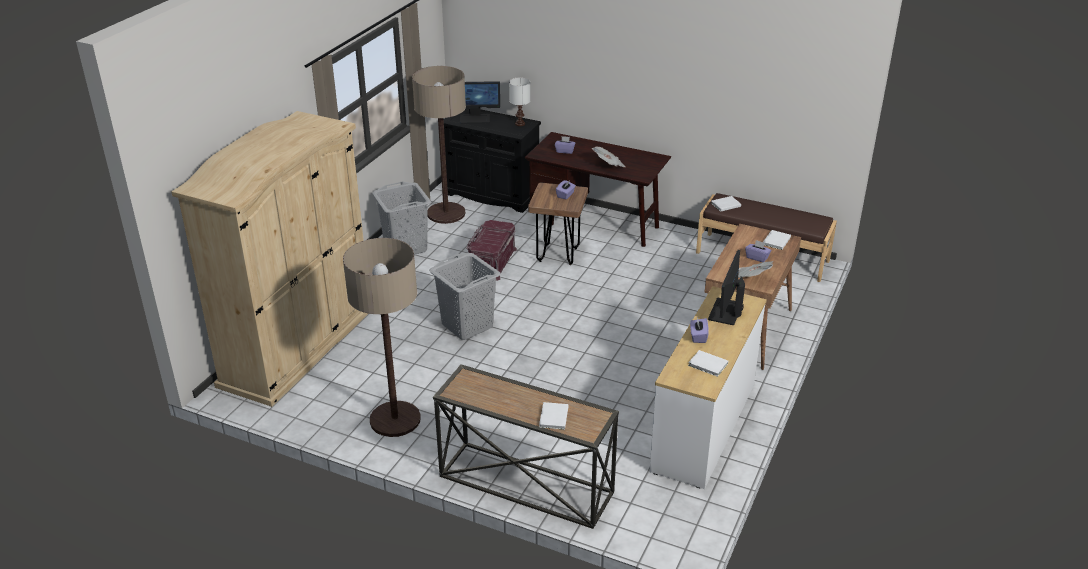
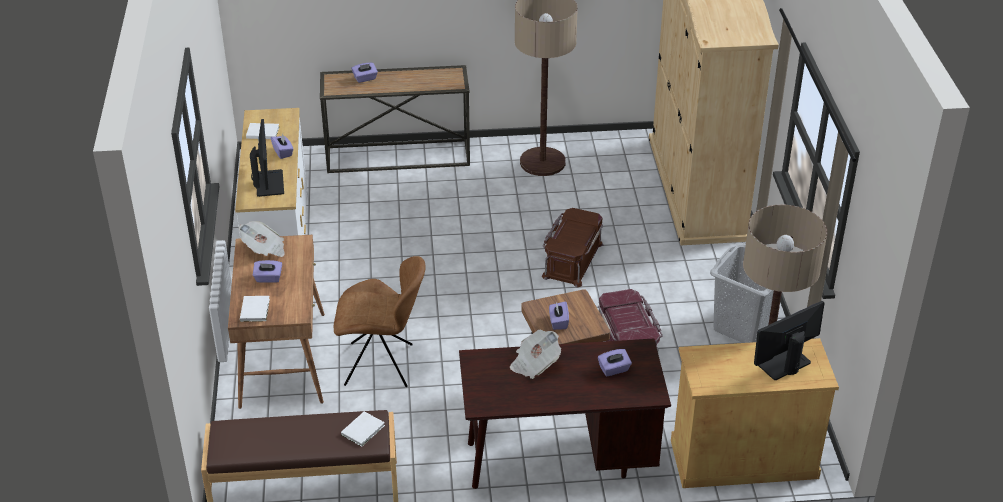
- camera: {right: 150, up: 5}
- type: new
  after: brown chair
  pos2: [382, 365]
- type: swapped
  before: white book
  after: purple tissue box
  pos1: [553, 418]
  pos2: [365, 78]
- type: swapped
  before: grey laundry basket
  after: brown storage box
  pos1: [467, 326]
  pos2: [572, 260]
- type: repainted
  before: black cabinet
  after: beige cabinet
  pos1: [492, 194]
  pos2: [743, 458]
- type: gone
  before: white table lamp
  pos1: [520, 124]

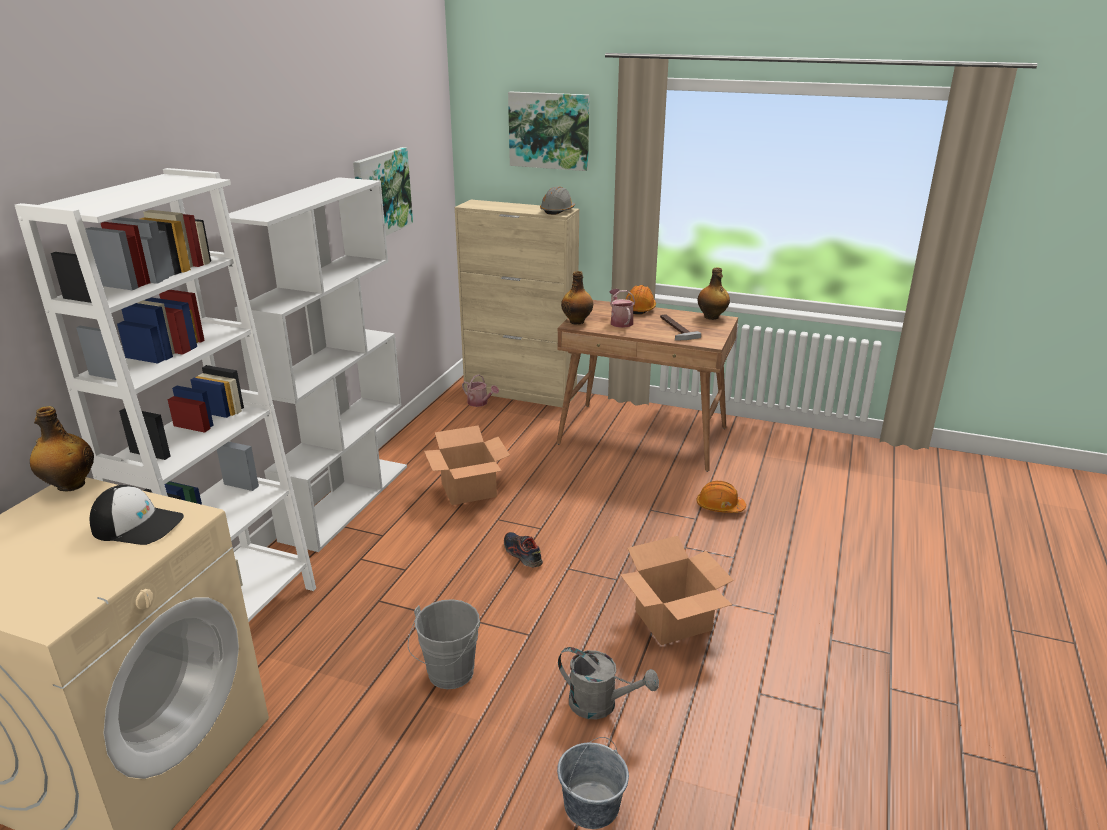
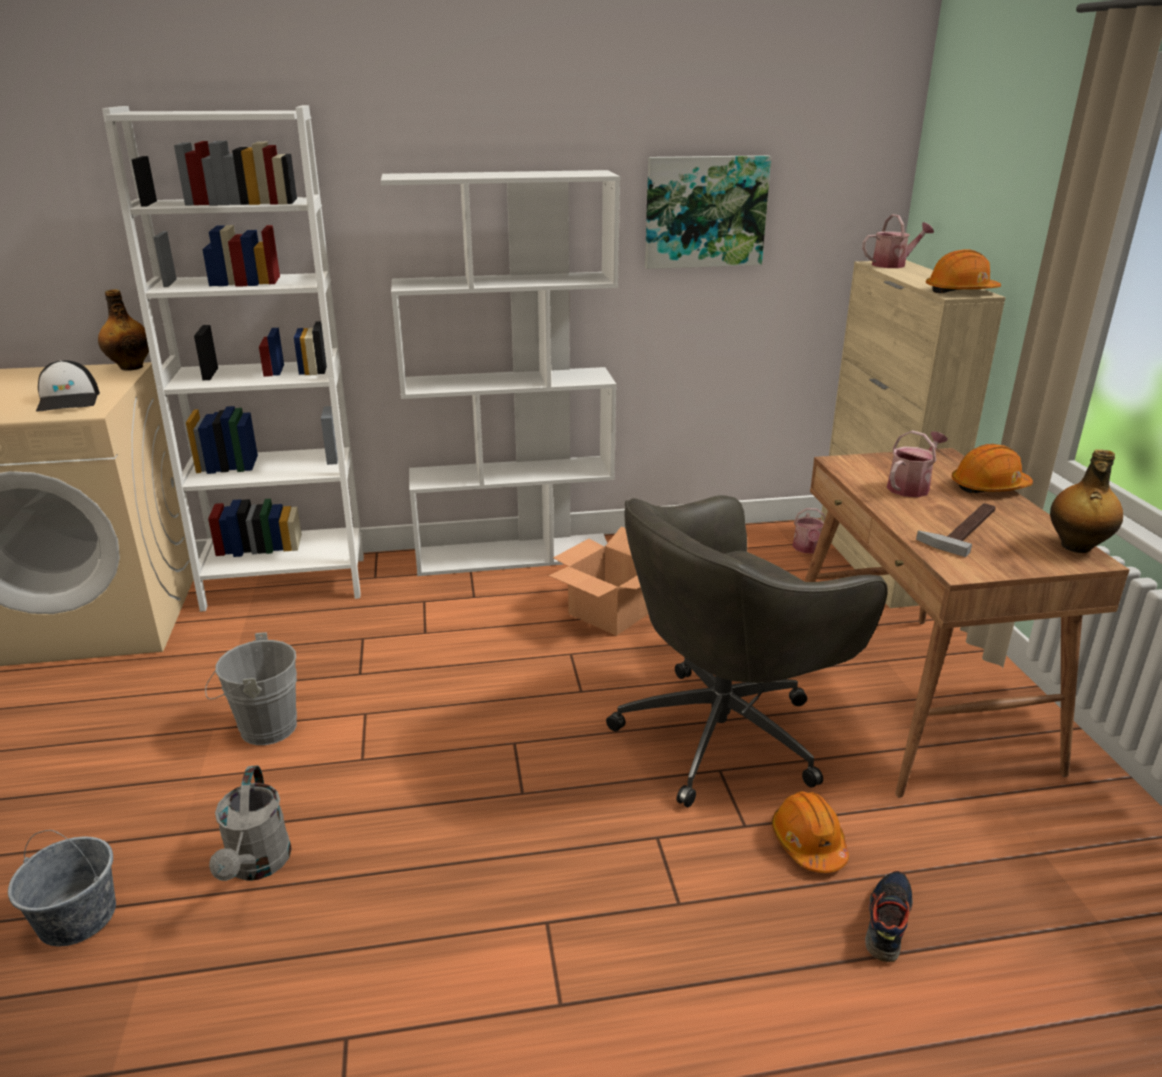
- camera: {right: 60, up: 0}
- type: new
  after: grey office chair
  pos2: [725, 733]
- type: new
  after: watering can
  pos2: [893, 264]
- type: shifted
  before: shoe
  pos1: [522, 554]
  pos2: [887, 921]
- type: repainted
  before: grey hard hat
  after: orange hard hat
  pos1: [557, 211]
  pos2: [960, 291]
- type: gone
  before: picture
  pos1: [549, 130]
- type: gone
  before: bottle
  pos1: [577, 321]
- type: gone
  before: cardboard box
  pos1: [673, 619]

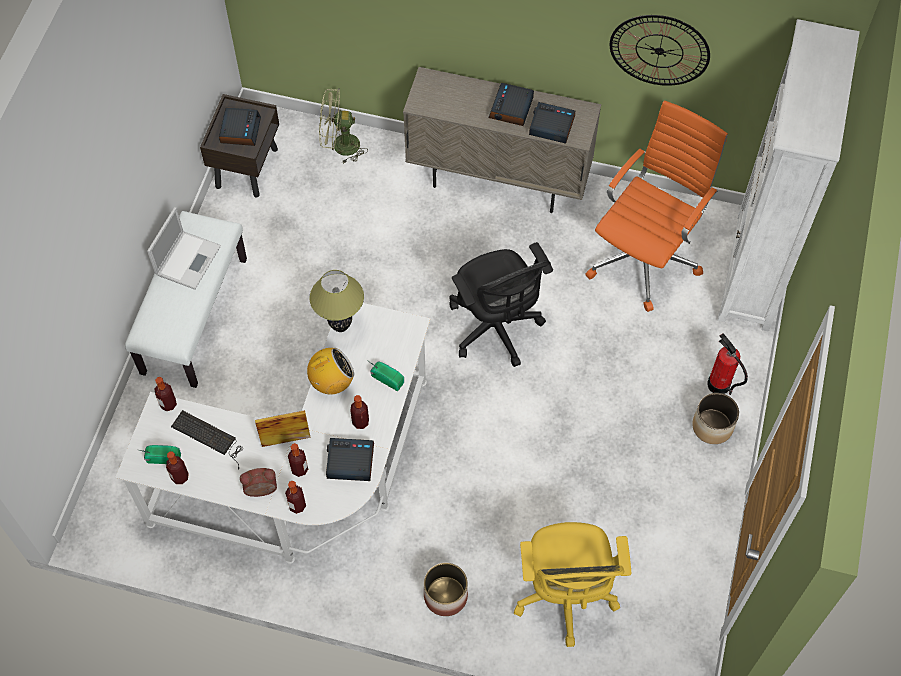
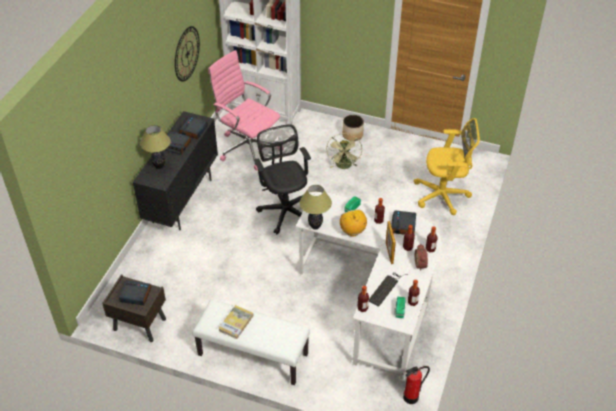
- camera: {right: -85, up: -15}
- type: repainted
  before: beige cabinet
  after: black cabinet
  pos1: [499, 180]
  pos2: [182, 201]
- type: new
  after: table lamp
  pos2: [159, 166]
- type: repainted
  before: orange office chair
  after: pink office chair
  pos1: [645, 256]
  pos2: [248, 147]
- type: swapped
  before: laptop
  after: book
  pos1: [188, 259]
  pos2: [236, 323]
- type: rotated
  before: black office chair
  pos1: [496, 329]
  pos2: [284, 209]
  turn: -90
- type: shifted
  before: green fan
  pos1: [340, 146]
  pos2: [344, 166]
- type: shifted
  before: fire extinguisher
  pos1: [718, 385]
  pos2: [411, 397]
- type: gone
  before: planter
  pos1: [446, 595]

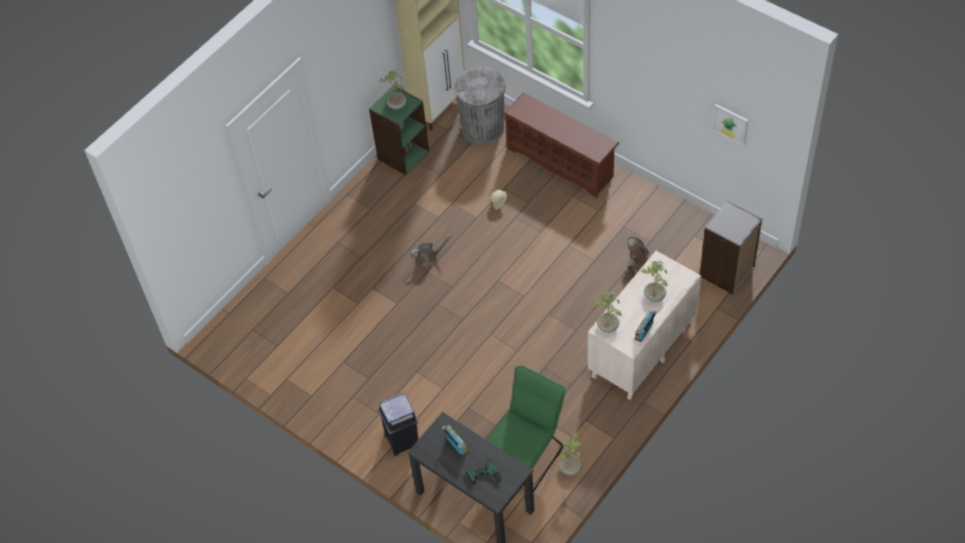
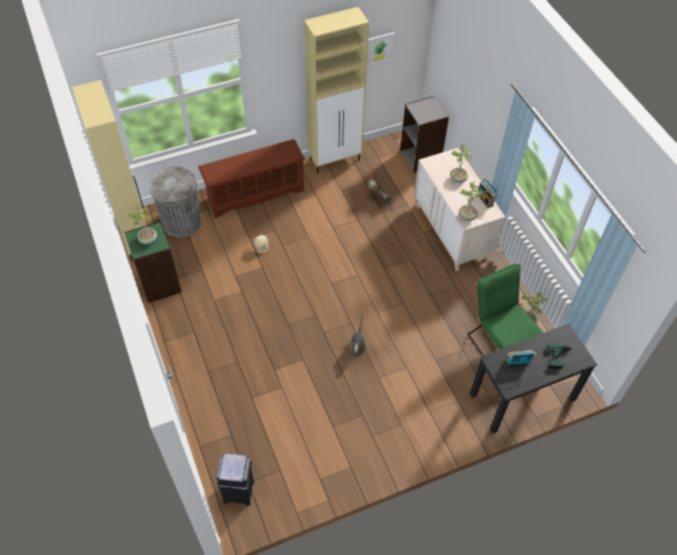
- camera: {right: -65, up: 0}
- type: shifted
  before: black trash can
  pos1: [402, 440]
  pos2: [239, 491]
- type: new
  after: beige cabinet
  pos2: [335, 160]
- type: shifted
  before: brown watering can
  pos1: [429, 258]
  pos2: [357, 346]

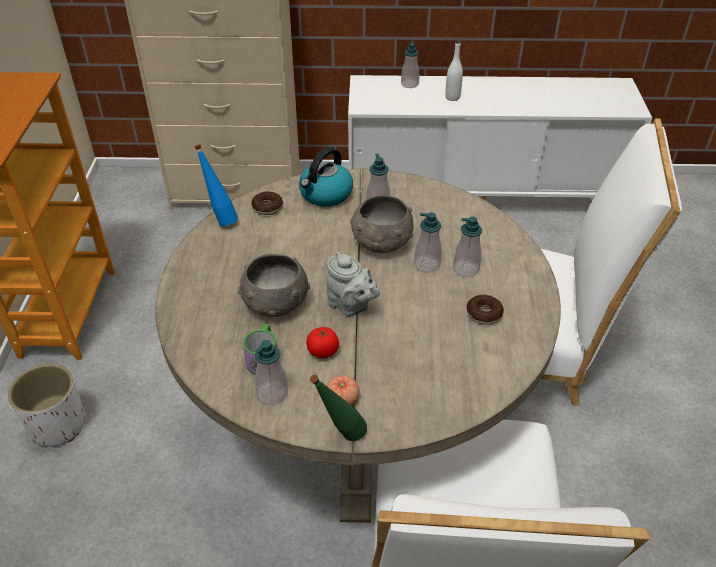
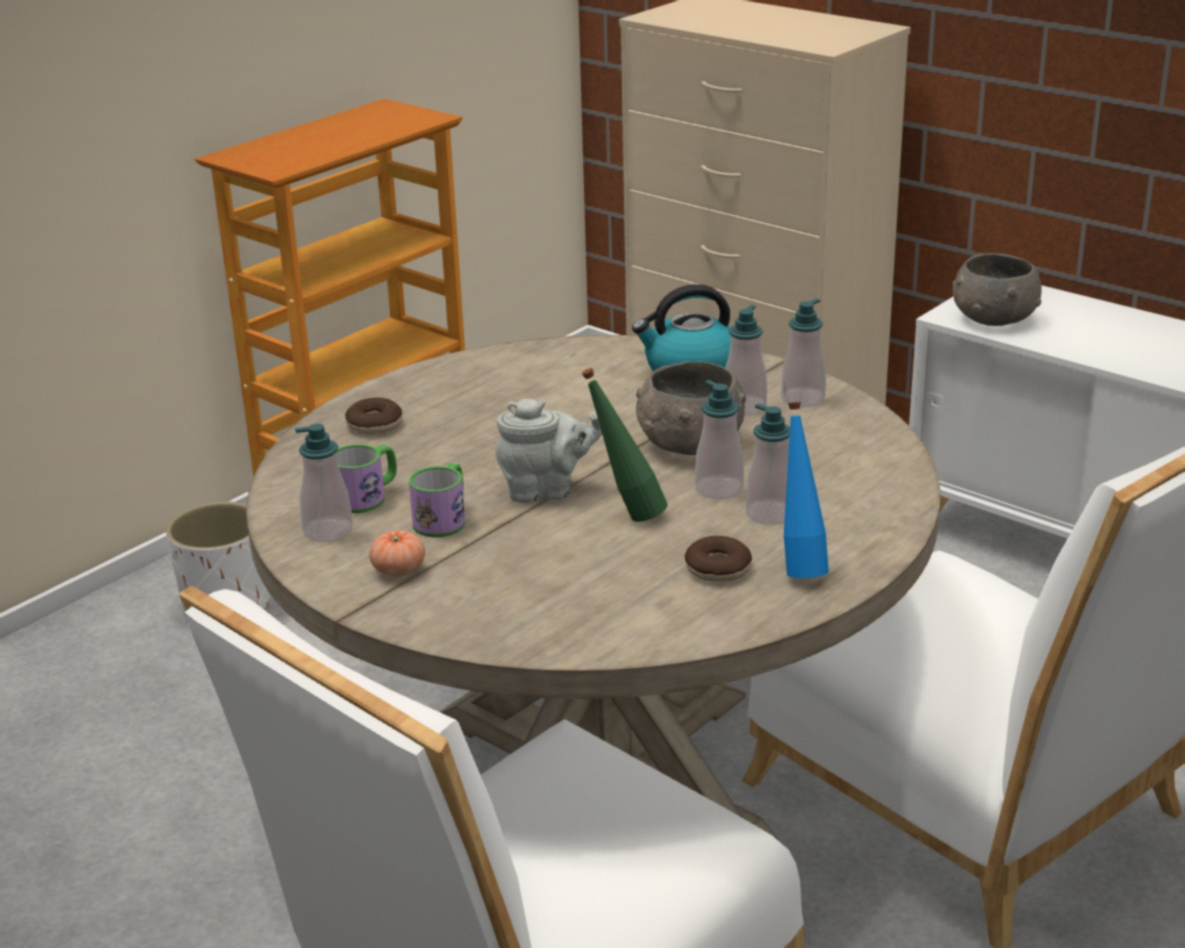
- camera: {right: 40, up: -15}
- type: shifted
  before: donut
  pos1: [267, 207]
  pos2: [374, 425]
- type: swapped
  before: tomato
  after: mug
  pos1: [323, 351]
  pos2: [444, 519]
- type: rotated
  before: grey teapot
  pos1: [351, 306]
  pos2: [546, 491]
  turn: -90
- type: shifted
  before: green bottle
  pos1: [340, 437]
  pos2: [626, 515]
- type: shifted
  before: soap dispenser
  pos1: [409, 84]
  pos2: [803, 399]
- type: shifted
  before: blue bottle
  pos1: [221, 219]
  pos2: [800, 567]
- type: shifted
  before: grey bowl
  pos1: [275, 303]
  pos2: [993, 318]
- type: gone
  before: white bottle
  pos1: [452, 97]

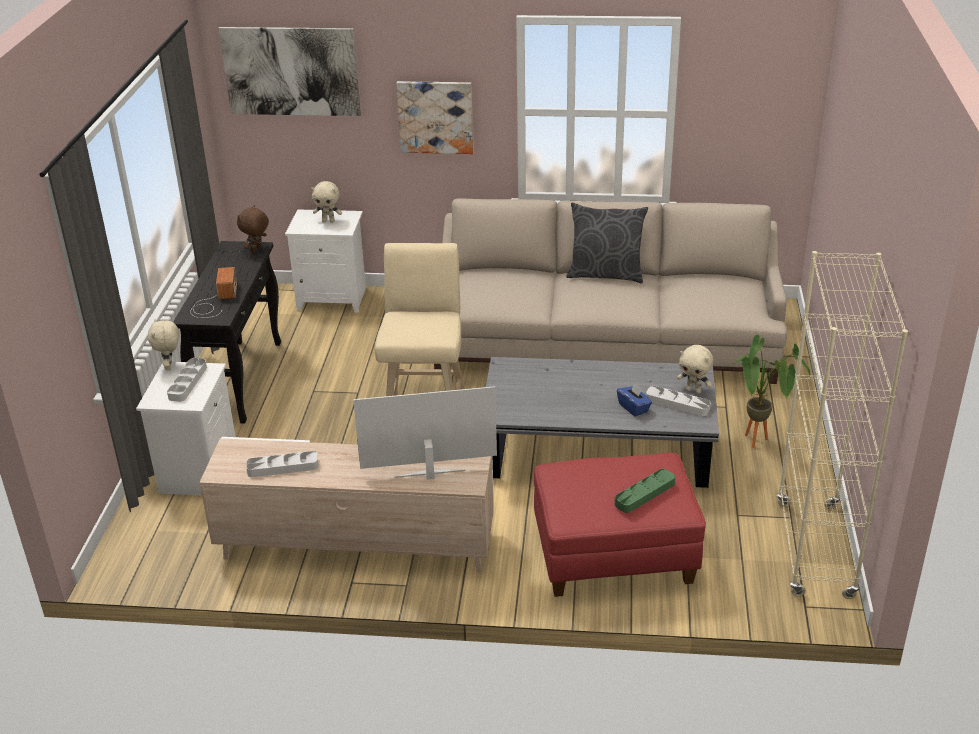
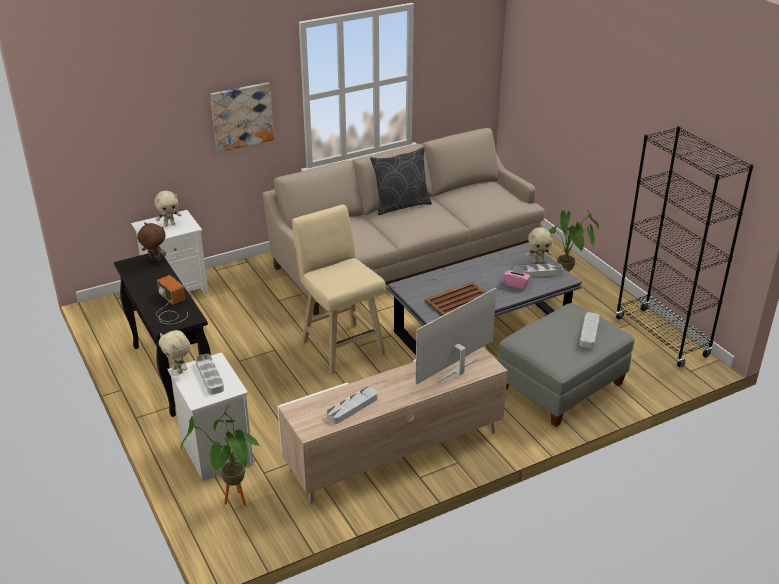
- camera: {right: -35, up: 0}
- type: rotated
  before: brown plush toy
  pos1: [257, 250]
  pos2: [154, 260]
  turn: 120
- type: new
  after: potted plant
  pos2: [233, 504]
- type: new
  after: brown tray
  pos2: [457, 301]
- type: repainted
  before: red ottoman
  after: grey ottoman
  pos1: [614, 555]
  pos2: [560, 387]
- type: repainted
  before: blue tissue box
  after: pink tissue box
  pos1: [633, 408]
  pos2: [516, 284]
- type: repainted
  before: green tray
  after: grey tray
  pos1: [644, 494]
  pos2: [589, 332]
- type: repainted
  before: beige bookcase
  after: black bookcase
  pos1: [814, 550]
  pos2: [661, 337]
- type: gone
  before: picture
  pos1: [291, 71]

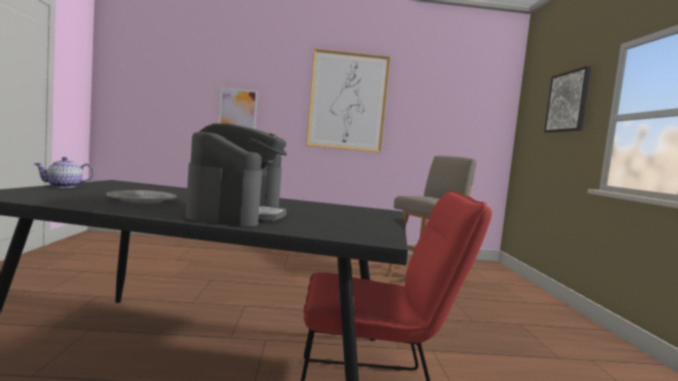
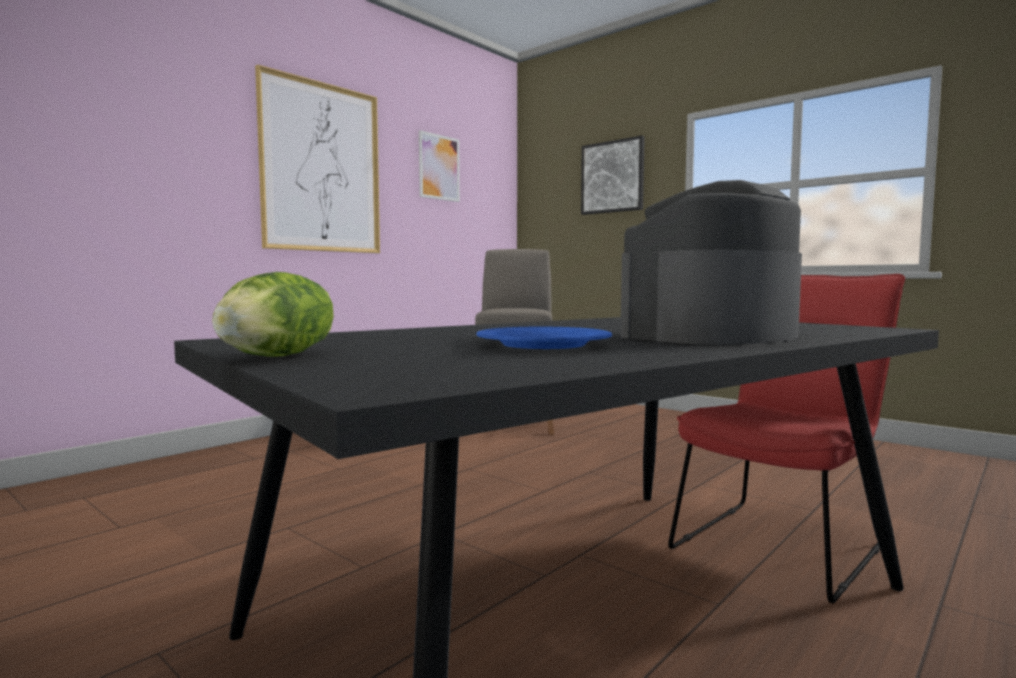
- camera: {right: -45, up: 0}
- type: swapped
  before: teapot
  after: lettuce
  pos1: [63, 186]
  pos2: [279, 356]
- type: shifted
  before: picture
  pos1: [238, 111]
  pos2: [439, 167]
- type: repainted
  before: grey plate
  after: blue plate
  pos1: [141, 200]
  pos2: [543, 345]
- type: rotated
  before: coffee machine
  pos1: [237, 214]
  pos2: [710, 335]
  turn: -90

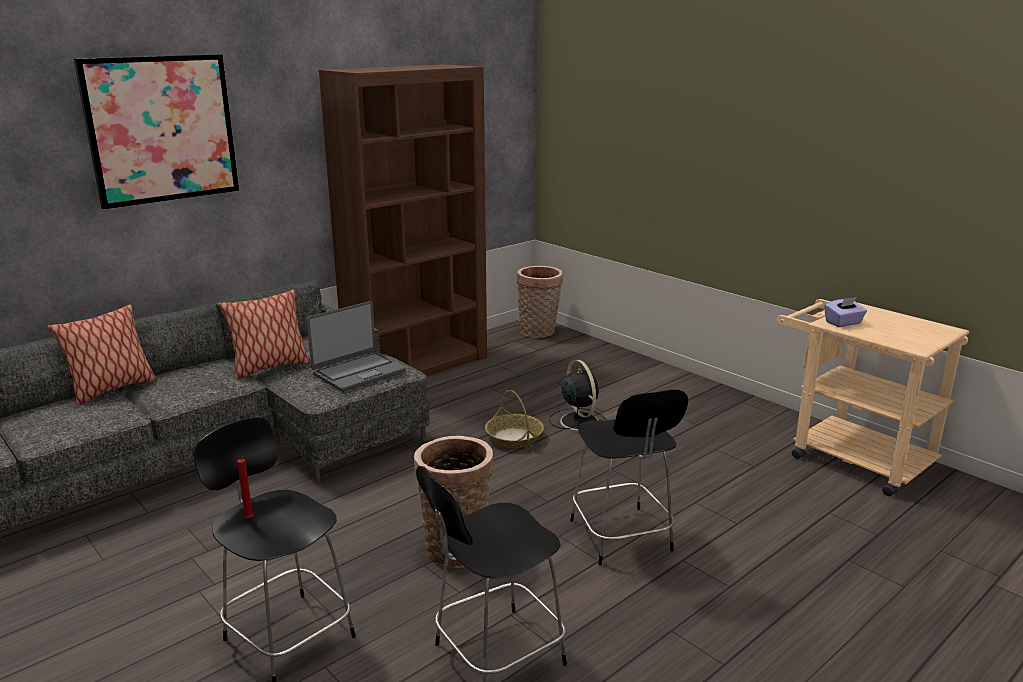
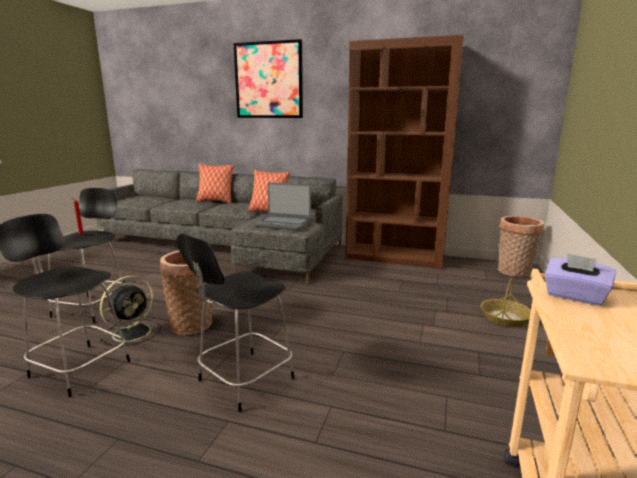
- camera: {right: 60, up: -5}
- type: shifted
  before: black fan
  pos1: [578, 421]
  pos2: [133, 332]
- type: shifted
  before: basket
  pos1: [514, 438]
  pos2: [505, 318]

